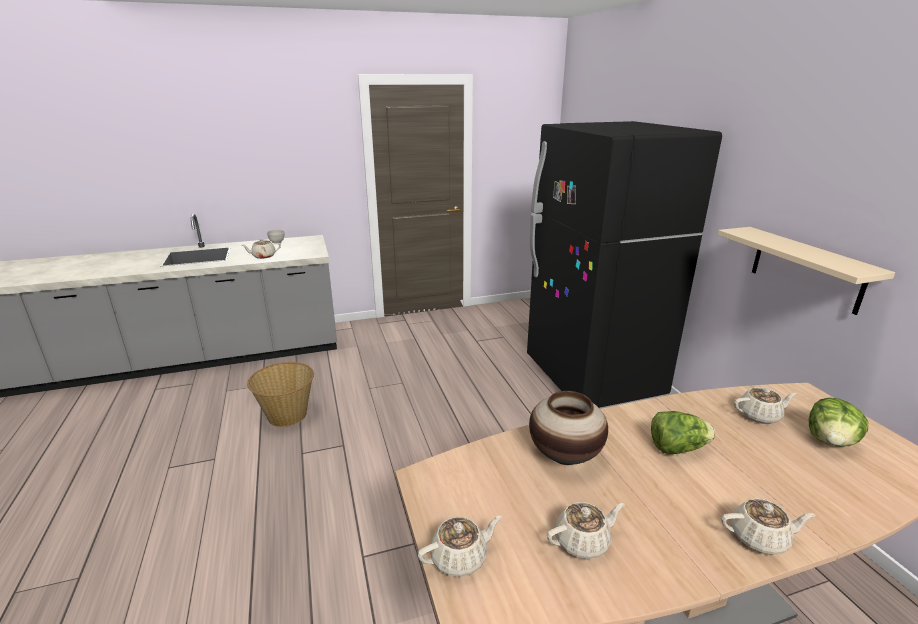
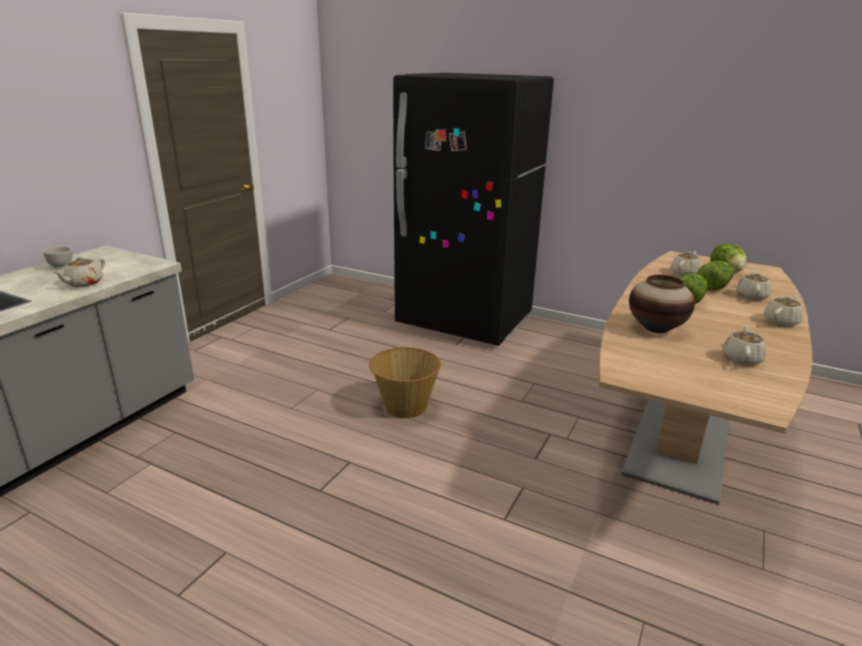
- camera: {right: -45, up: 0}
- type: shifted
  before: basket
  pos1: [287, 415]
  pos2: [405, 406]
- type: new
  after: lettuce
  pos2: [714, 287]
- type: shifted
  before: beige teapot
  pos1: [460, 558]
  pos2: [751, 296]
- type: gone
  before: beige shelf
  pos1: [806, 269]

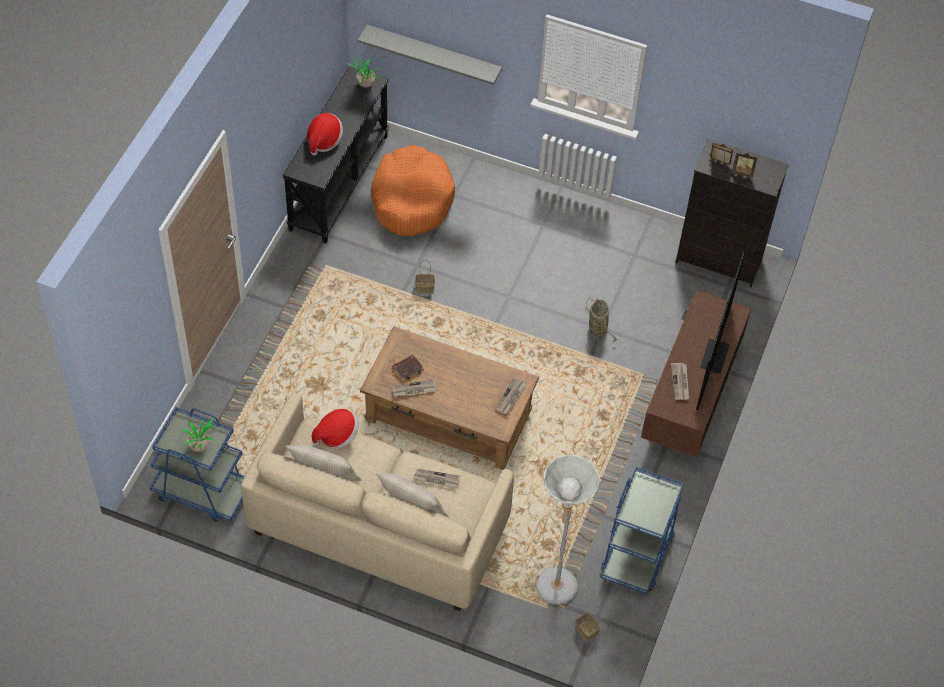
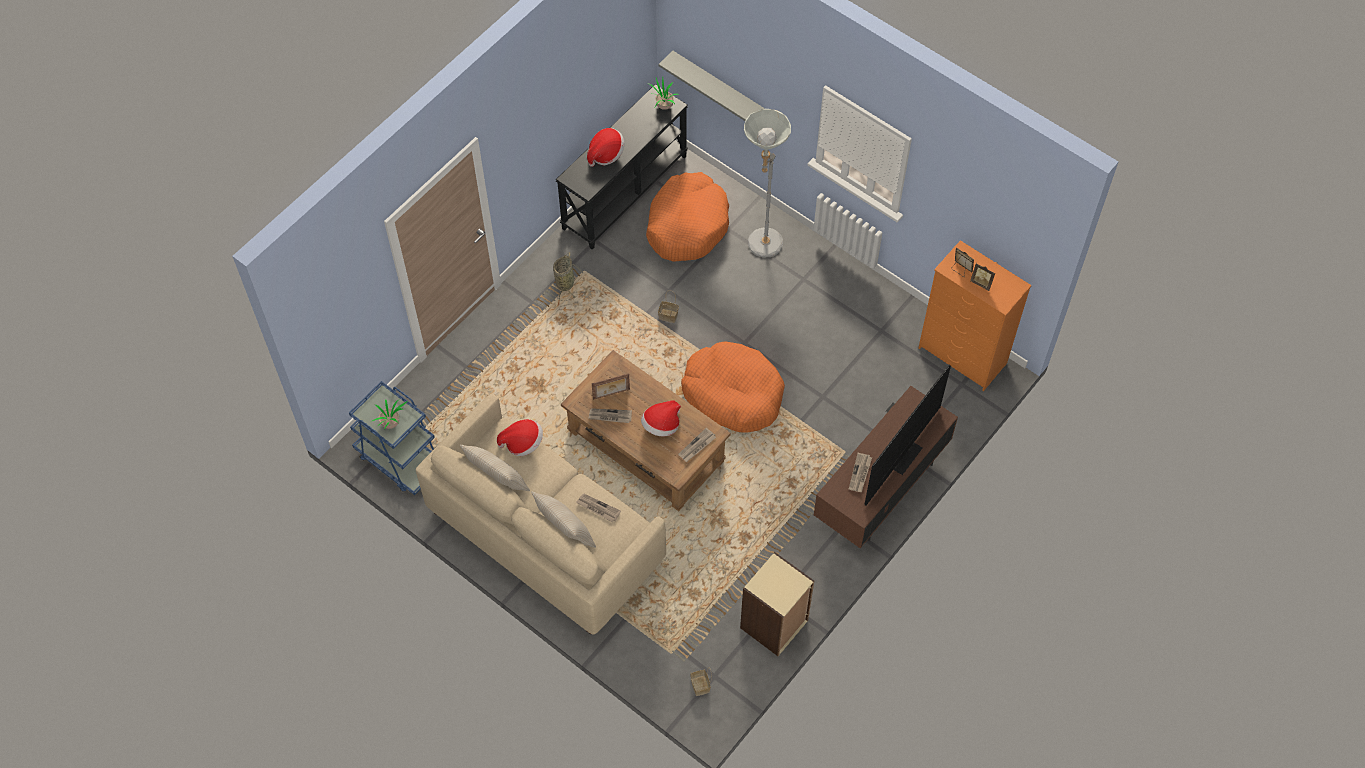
- camera: {right: 20, up: 5}
- type: shifted
  before: basket
  pos1: [597, 327]
  pos2: [565, 282]
- type: swapped
  before: brown book
  after: picture frame
  pos1: [408, 368]
  pos2: [611, 394]
- type: new
  after: hat
  pos2: [661, 425]
- type: new
  after: orange dog bed
  pos2: [733, 394]
- type: swapped
  before: blue cart
  after: beige bookcase
  pos1: [637, 553]
  pos2: [774, 625]
- type: shifted
  before: grey floor lamp
  pos1: [554, 594]
  pos2: [761, 248]
- type: repainted
  before: black dresser
  after: orange dresser
  pos1: [719, 260]
  pos2: [962, 356]

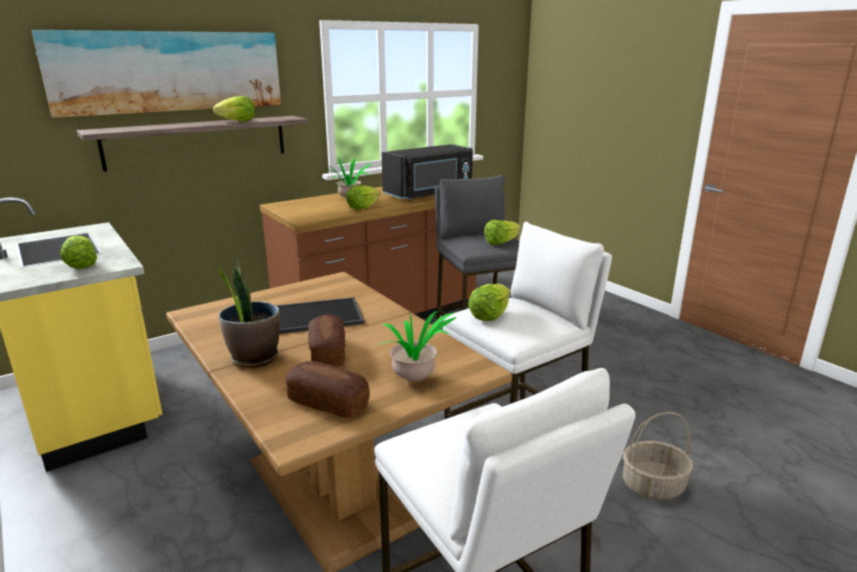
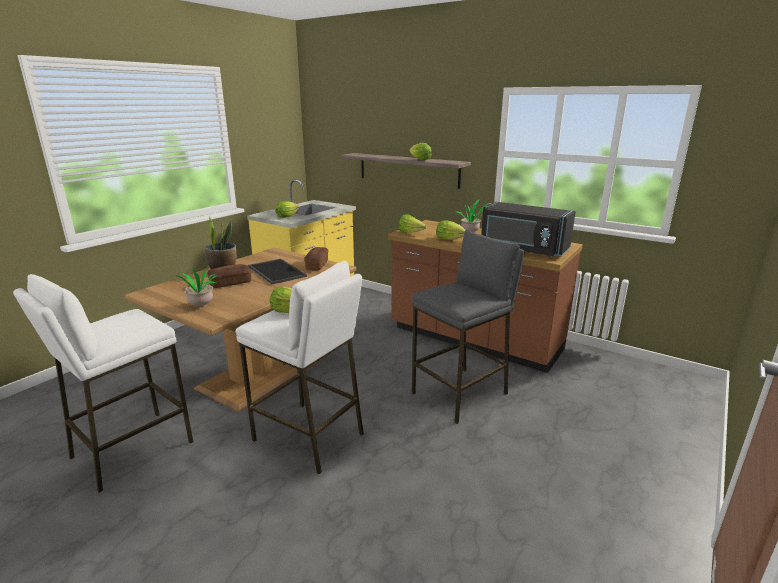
- camera: {right: 70, up: 0}
- type: shifted
  before: bread
  pos1: [328, 402]
  pos2: [317, 265]
- type: shifted
  before: lettuce
  pos1: [501, 243]
  pos2: [410, 233]
- type: gone
  before: picture
  pos1: [169, 71]
- type: gone
  before: basket
  pos1: [652, 486]

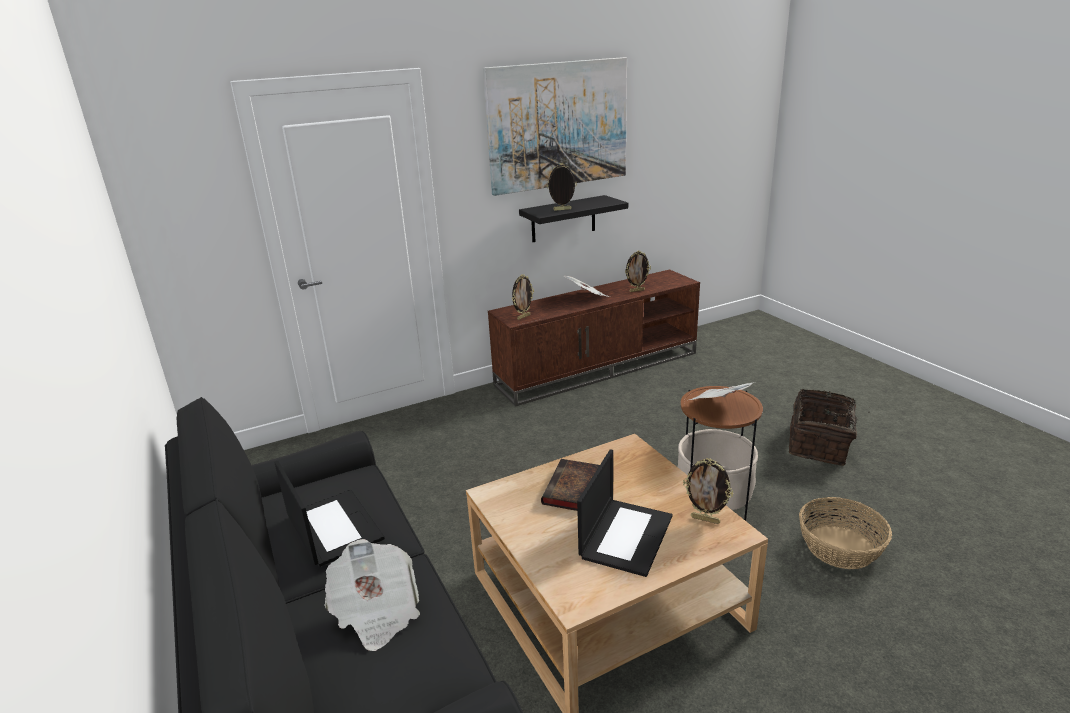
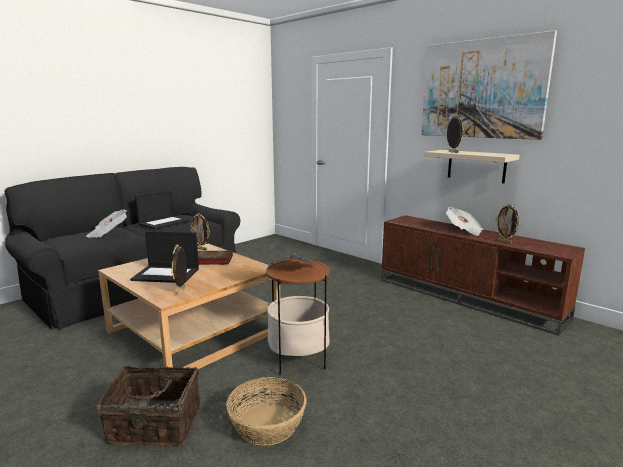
- camera: {right: 70, up: -10}
- type: shifted
  before: basket
  pos1: [820, 444]
  pos2: [154, 426]
- type: shifted
  before: picture frame
  pos1: [523, 317]
  pos2: [202, 249]
- type: repainted
  before: black shelf
  after: beige shelf
  pos1: [563, 219]
  pos2: [476, 166]

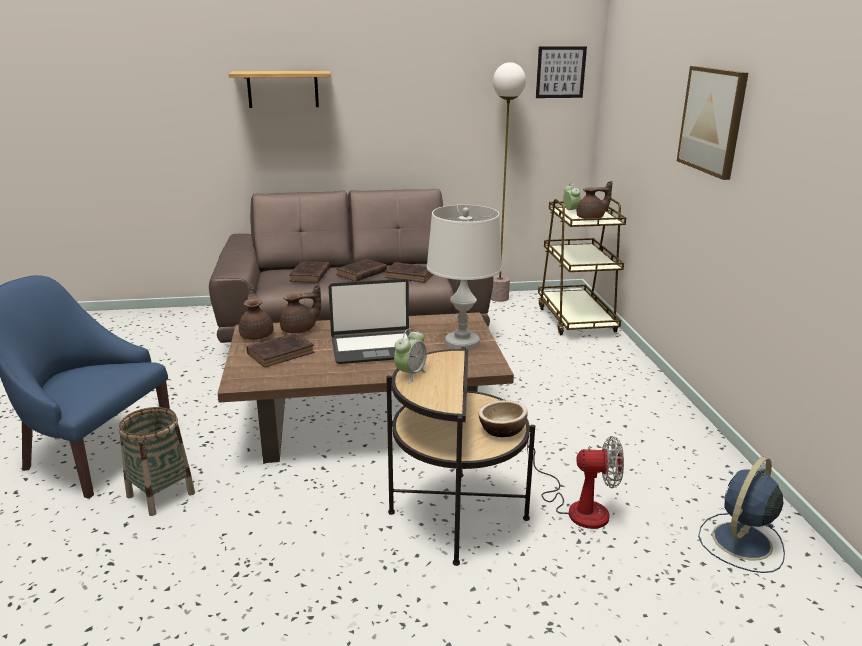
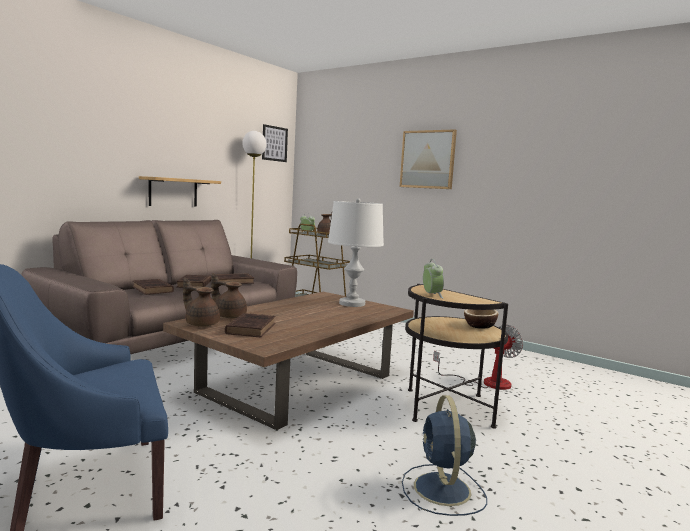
- camera: {right: -45, up: -15}
- type: shifted
  before: shelf
  pos1: [283, 89]
  pos2: [173, 192]
- type: rotated
  before: brown teapot
  pos1: [300, 330]
  pos2: [229, 316]
  turn: -90
- type: shifted
  before: blue fan
  pos1: [740, 542]
  pos2: [442, 490]
- type: gone
  before: basket
  pos1: [161, 494]
- type: gone
  before: laptop
  pos1: [373, 348]

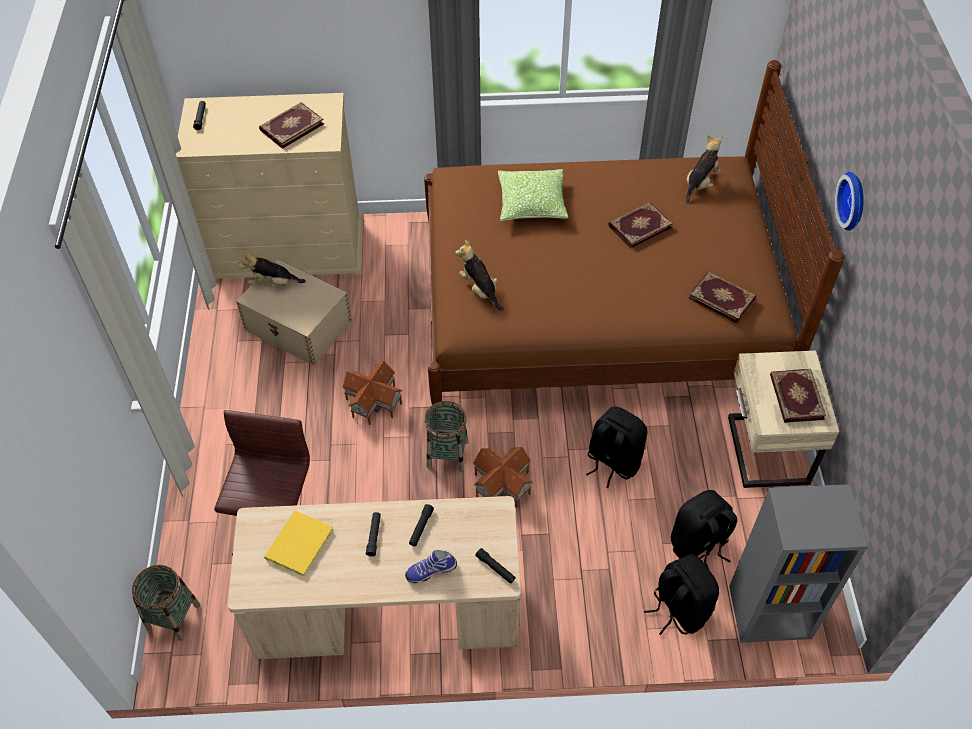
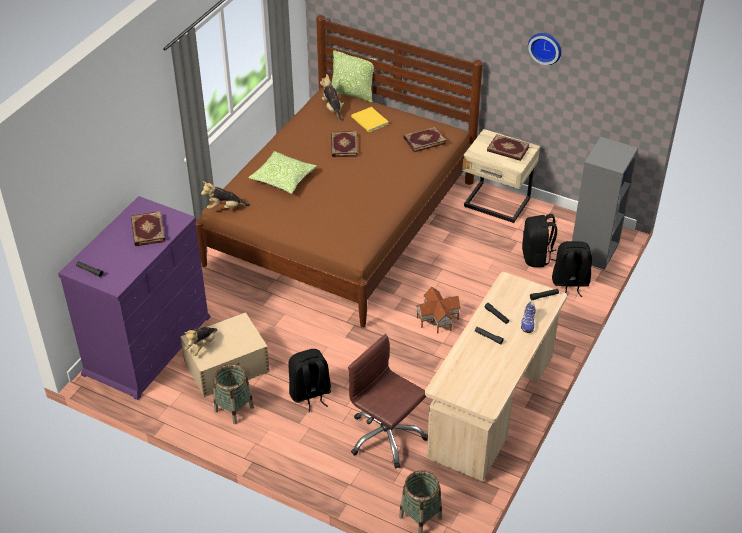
- camera: {right: -60, up: -10}
- type: repainted
  before: beige dresser
  after: purple dresser
  pos1: [289, 248]
  pos2: [148, 345]
- type: shifted
  before: plush toy
  pos1: [480, 290]
  pos2: [225, 207]
- type: shifted
  before: basket
  pos1: [447, 454]
  pos2: [234, 409]
- type: shifted
  before: black backpack
  pos1: [612, 462]
  pos2: [310, 394]
- type: new
  after: pillow
  pos2: [352, 94]
- type: shifted
  before: yellow book
  pos1: [297, 545]
  pos2: [369, 121]
- type: shifted
  before: wall clock
  pos1: [854, 201]
  pos2: [545, 47]
- type: gone
  before: toy house
  pos1: [373, 400]

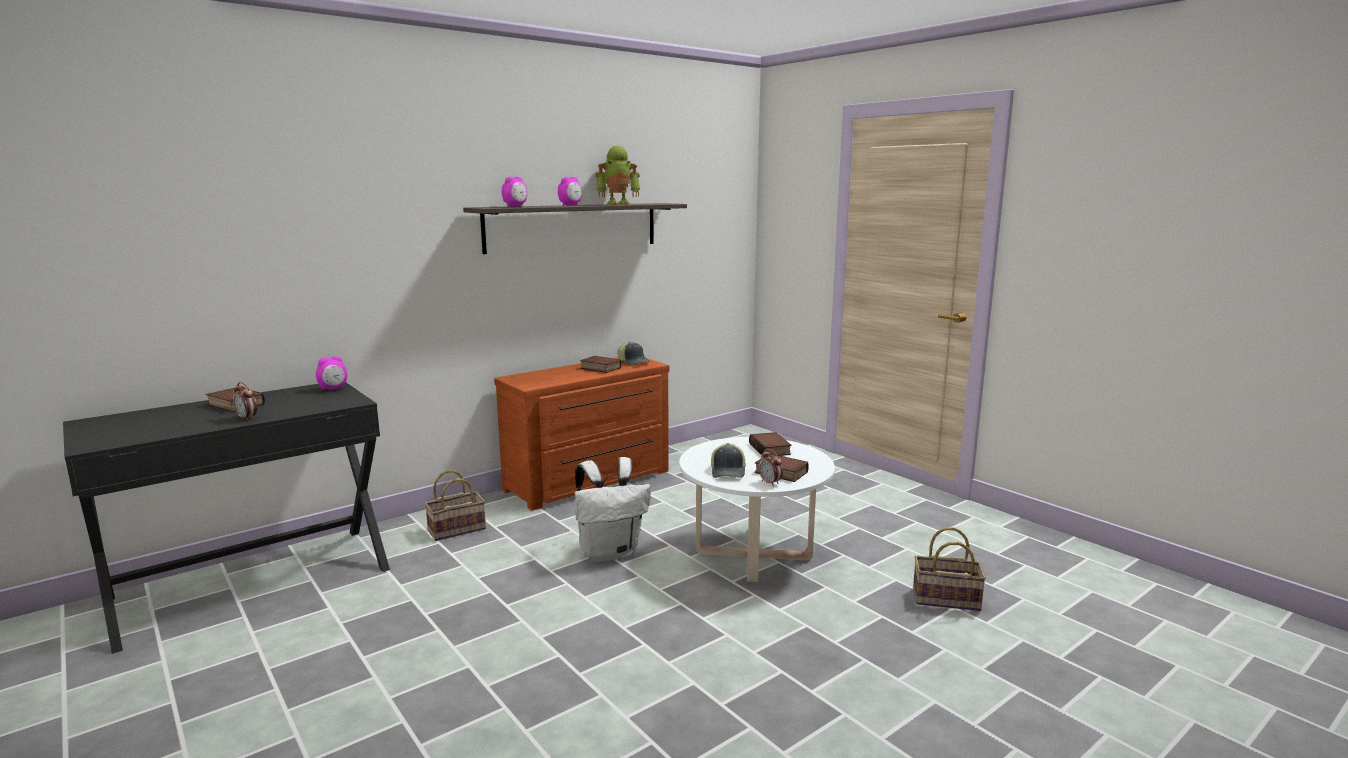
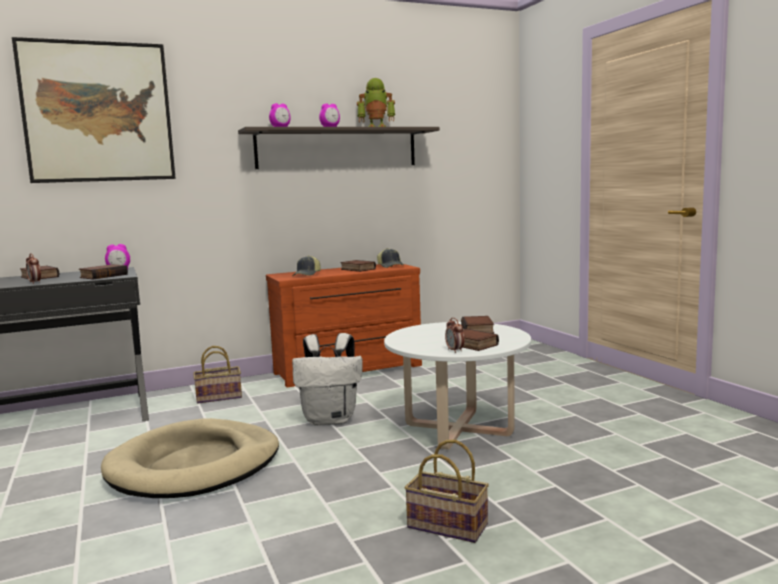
- camera: {right: 15, up: -5}
- type: new
  after: picture
  pos2: [98, 112]
- type: new
  after: book
  pos2: [103, 276]
- type: new
  after: beige dog bed
  pos2: [195, 465]
- type: shifted
  before: cap
  pos1: [728, 471]
  pos2: [307, 275]
- type: shifted
  before: basket
  pos1: [944, 600]
  pos2: [445, 526]

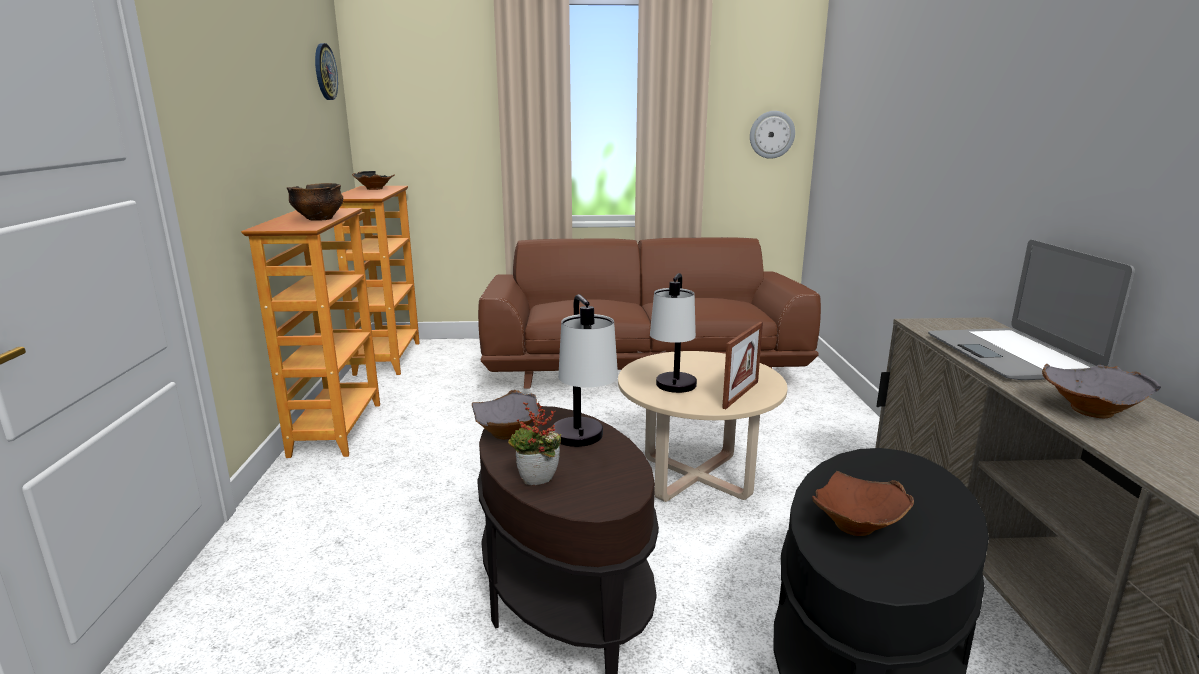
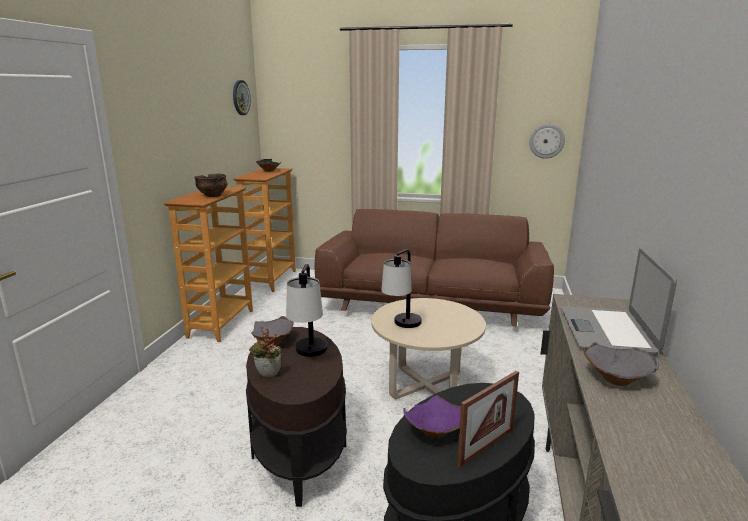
- camera: {right: 15, up: 0}
- type: repainted
  before: brown bowl
  after: purple bowl
  pos1: [857, 527]
  pos2: [435, 432]
- type: shifted
  before: picture frame
  pos1: [740, 394]
  pos2: [486, 447]

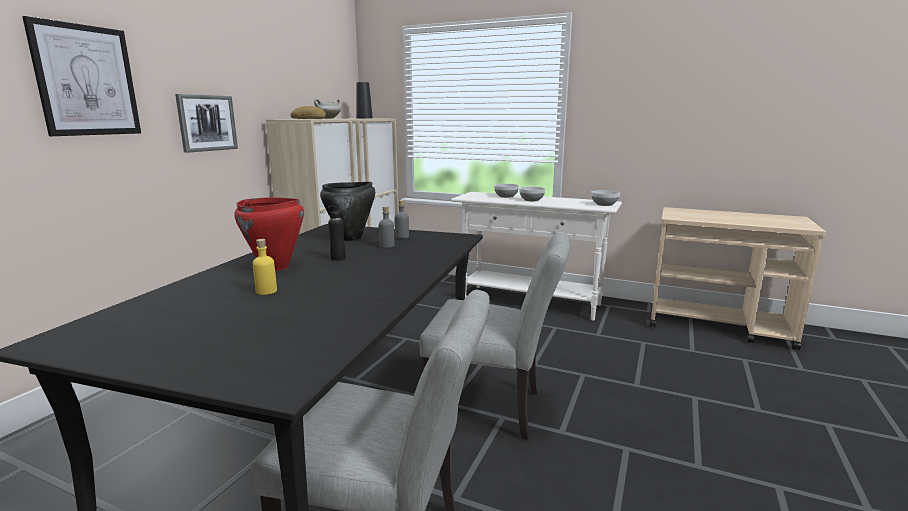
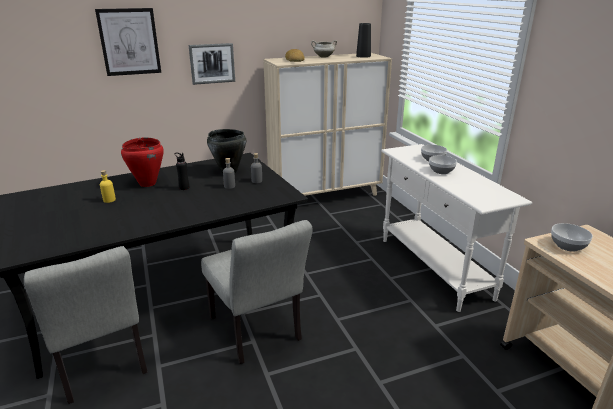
- camera: {right: 45, up: 10}
- type: shifted
  before: bowl
  pos1: [604, 204]
  pos2: [567, 246]

